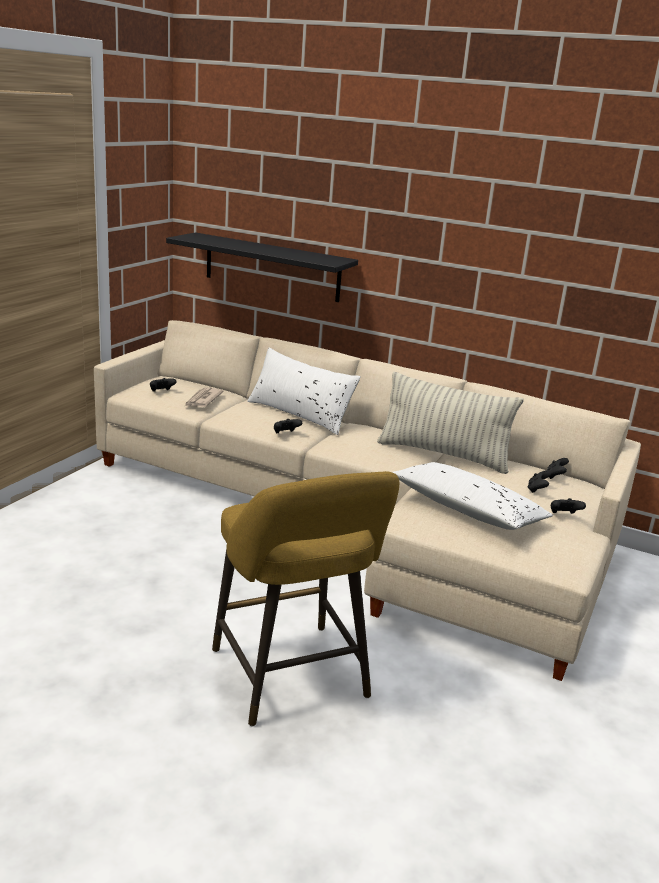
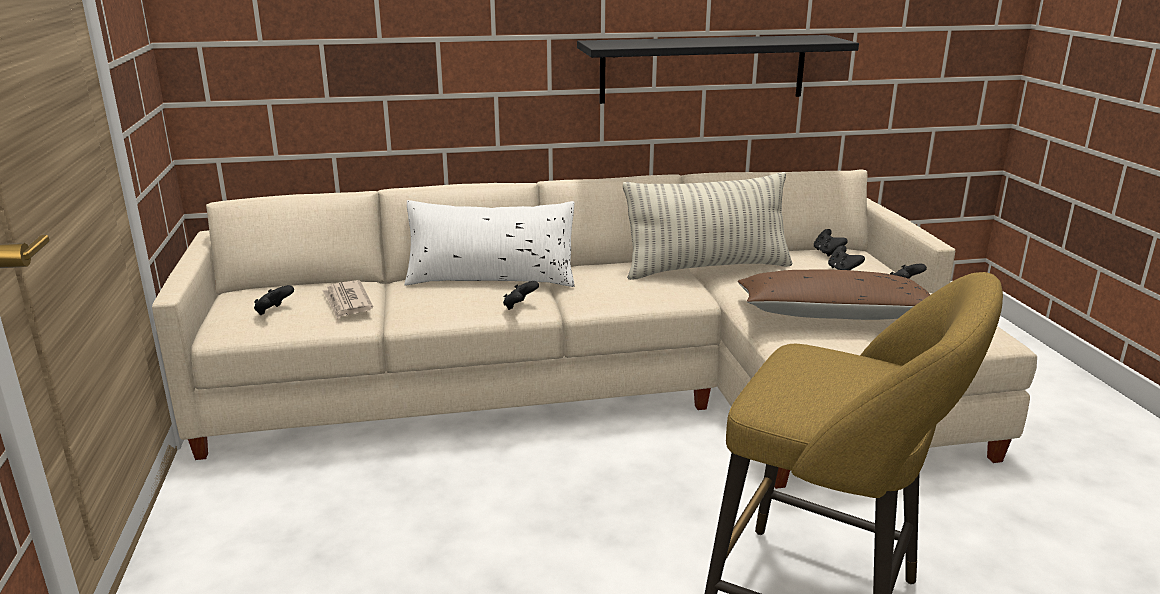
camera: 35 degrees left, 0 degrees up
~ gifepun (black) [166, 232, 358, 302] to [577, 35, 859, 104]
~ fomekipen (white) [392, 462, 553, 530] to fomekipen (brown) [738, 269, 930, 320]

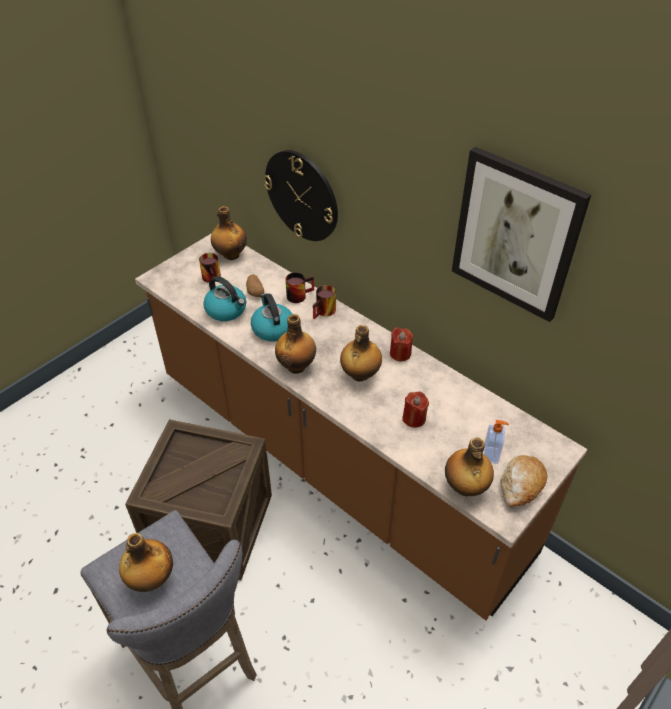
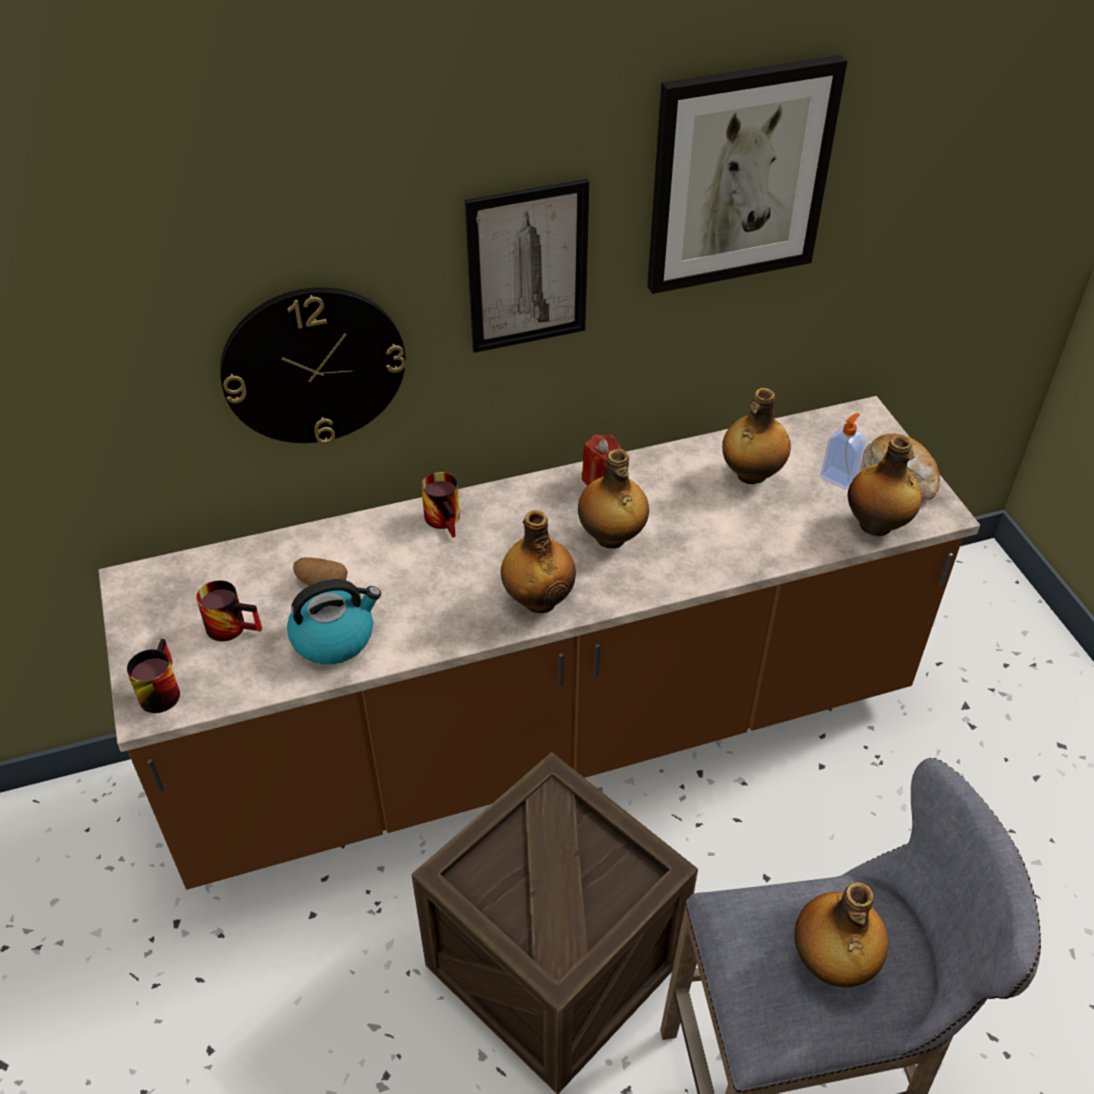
camera: 60 degrees left, 0 degrees up
- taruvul [251, 293, 292, 341]
- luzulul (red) [402, 391, 429, 428]
+ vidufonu [465, 179, 589, 353]
~ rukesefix [211, 206, 247, 260] to [722, 388, 791, 484]
~ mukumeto [286, 272, 314, 303] to [127, 639, 180, 713]

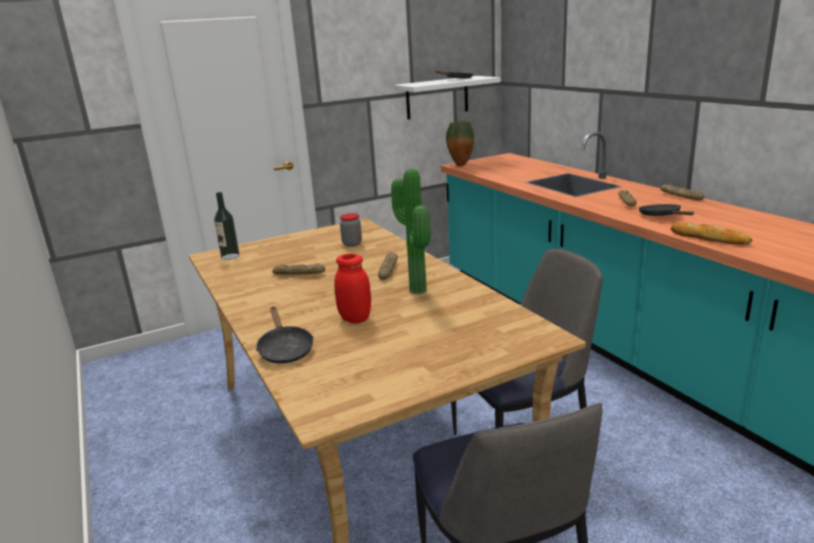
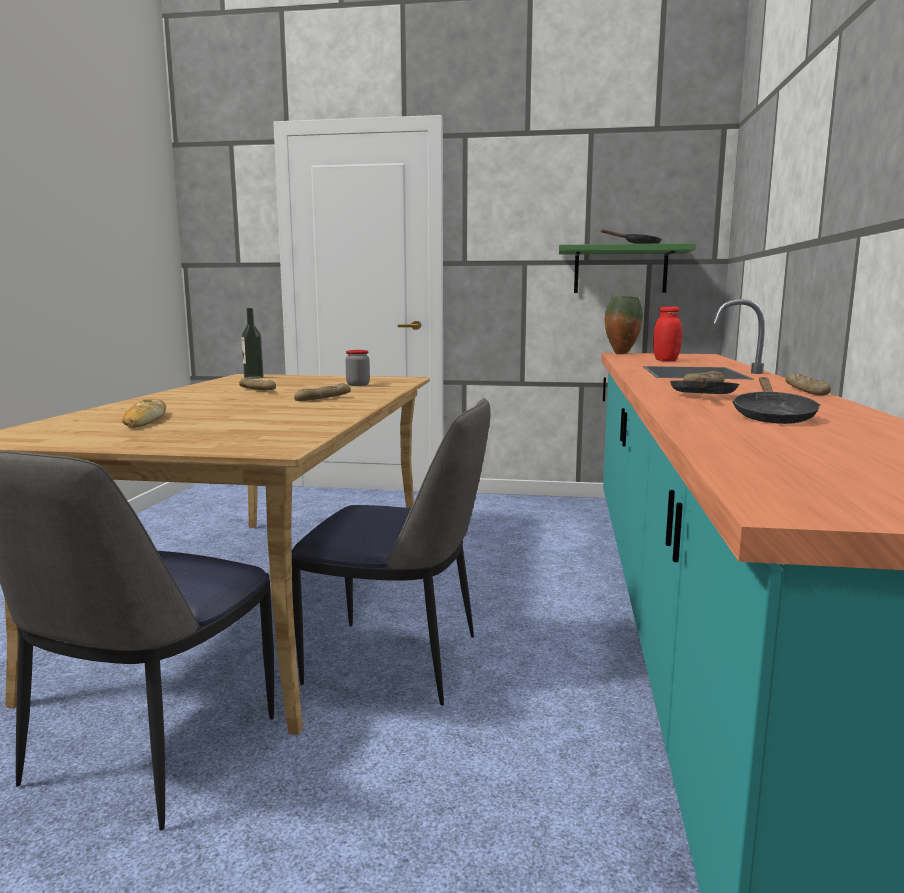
camera: 35 degrees right, 10 degrees down
- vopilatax [391, 169, 431, 294]
~ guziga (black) [256, 306, 314, 364] to [732, 377, 821, 424]
~ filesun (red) [334, 254, 371, 323] to [653, 306, 682, 361]
~ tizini [671, 222, 752, 245] to [122, 398, 166, 427]
~ gifepun (white) [394, 76, 501, 120] to gifepun (green) [559, 243, 696, 293]

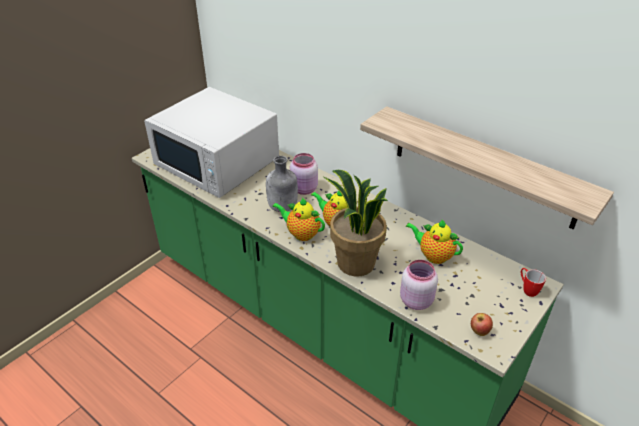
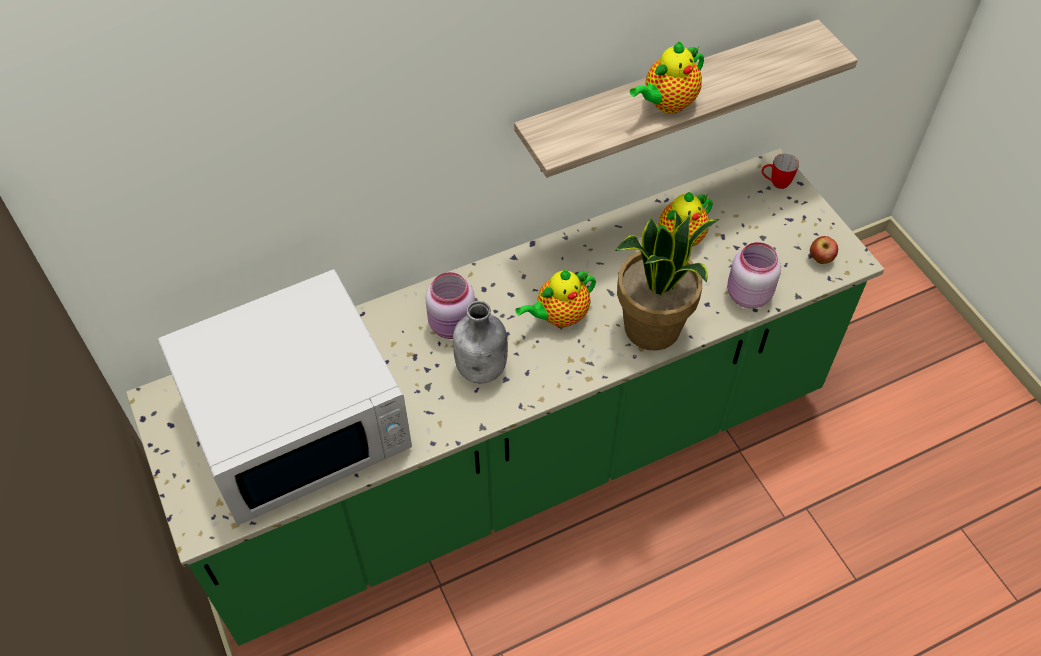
camera: 65 degrees left, 15 degrees up
~ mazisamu [272, 198, 325, 241] to [630, 41, 704, 113]

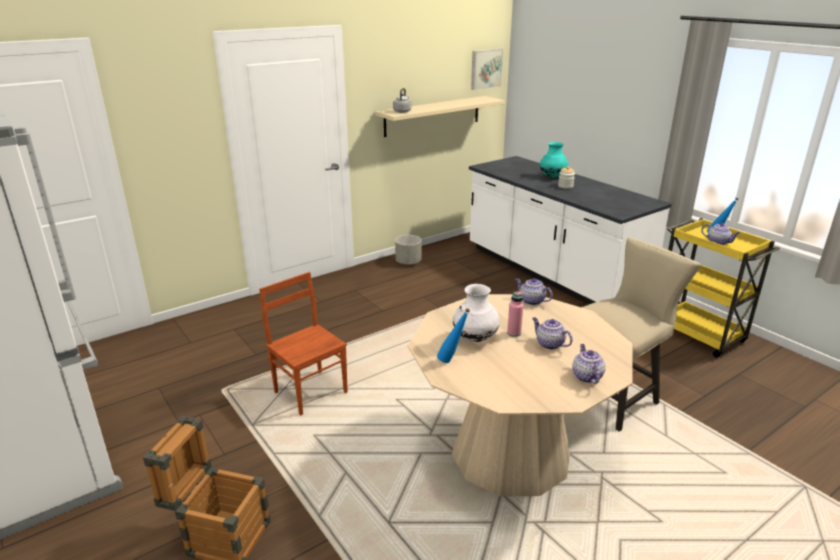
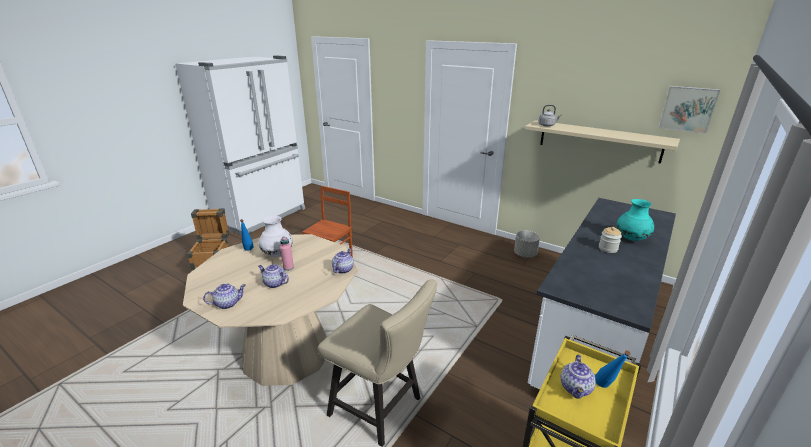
camera: 70 degrees right, 0 degrees up
~ mazisamu [532, 317, 573, 350] = [258, 264, 289, 288] 90 degrees counterclockwise

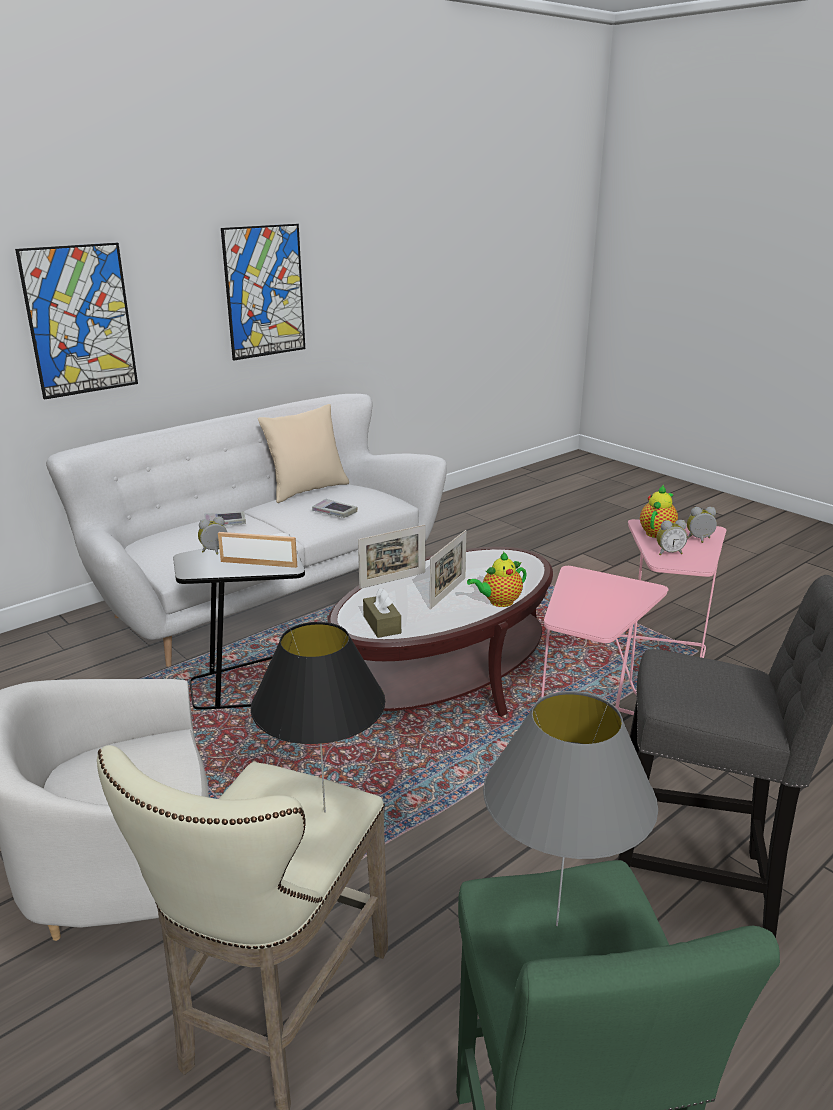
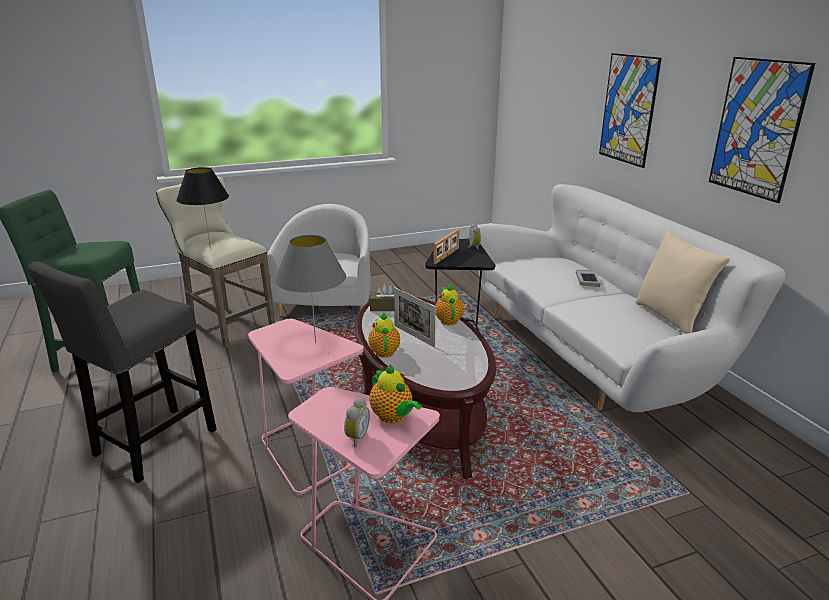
camera: 110 degrees right, 0 degrees up
- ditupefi [312, 499, 357, 518]
- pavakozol [657, 520, 687, 555]
~ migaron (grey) [483, 691, 658, 926] to [274, 235, 346, 343]
~ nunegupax [358, 524, 425, 589] to mazisamu [435, 284, 464, 326]

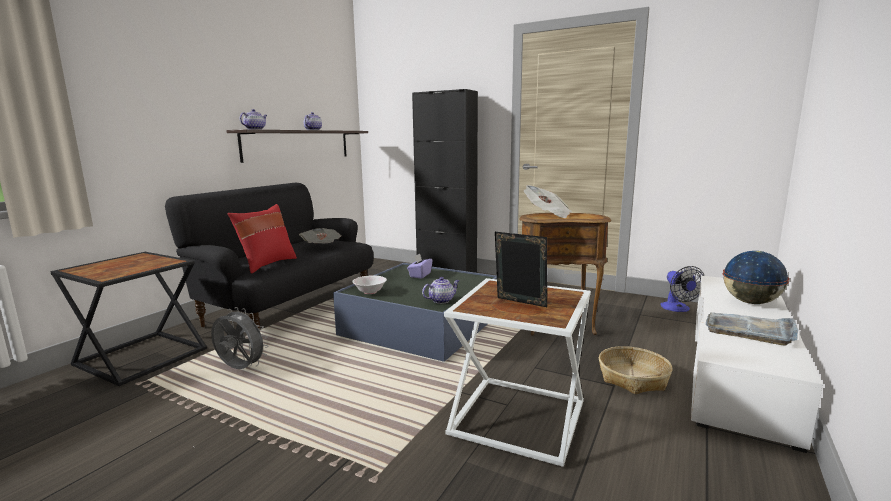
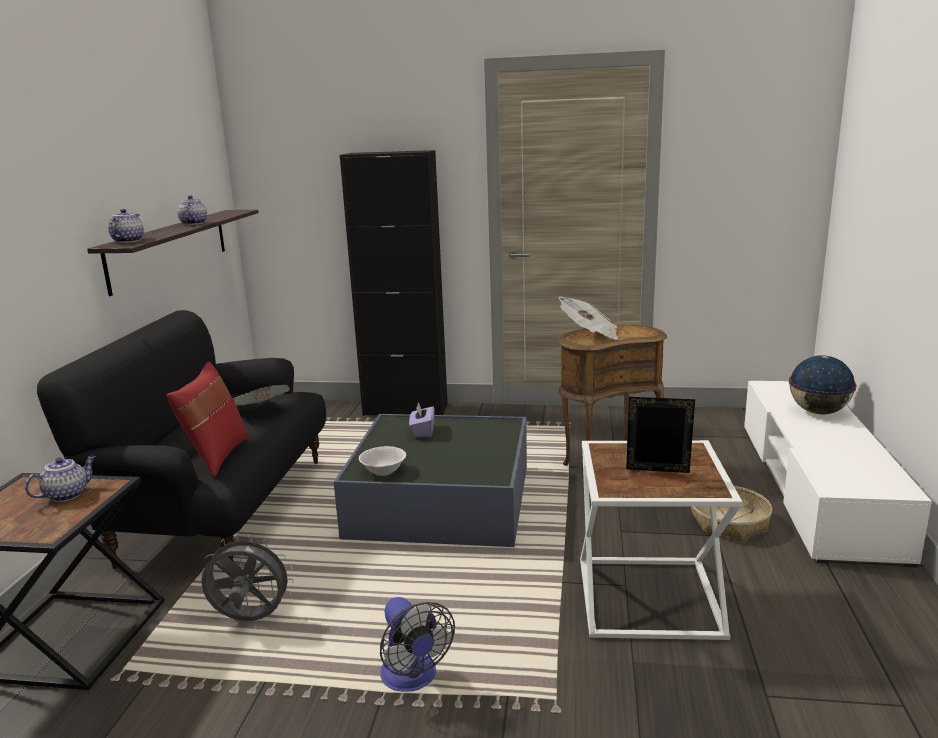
camera: 20 degrees left, 5 degrees up
- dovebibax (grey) [706, 312, 798, 346]
~ mazisamu [422, 277, 460, 304] to [25, 456, 96, 502]
~ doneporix [660, 266, 705, 312] to [380, 597, 455, 691]

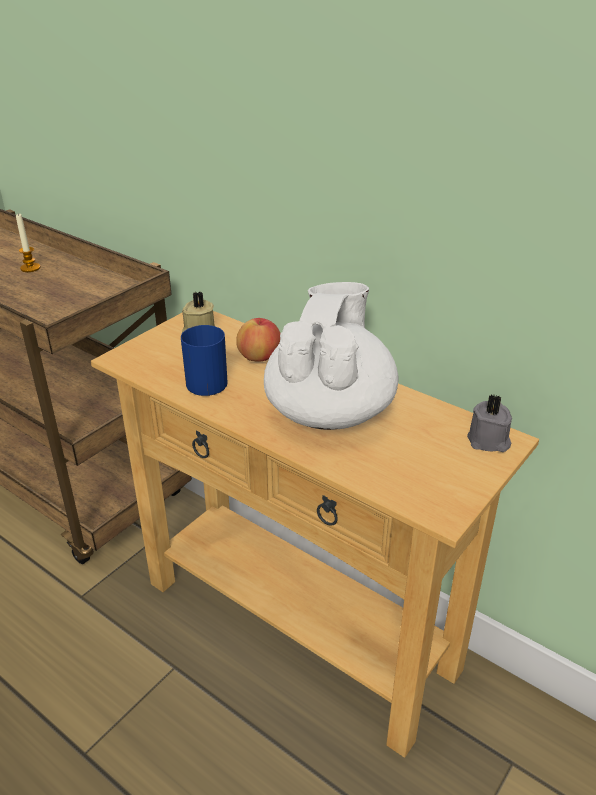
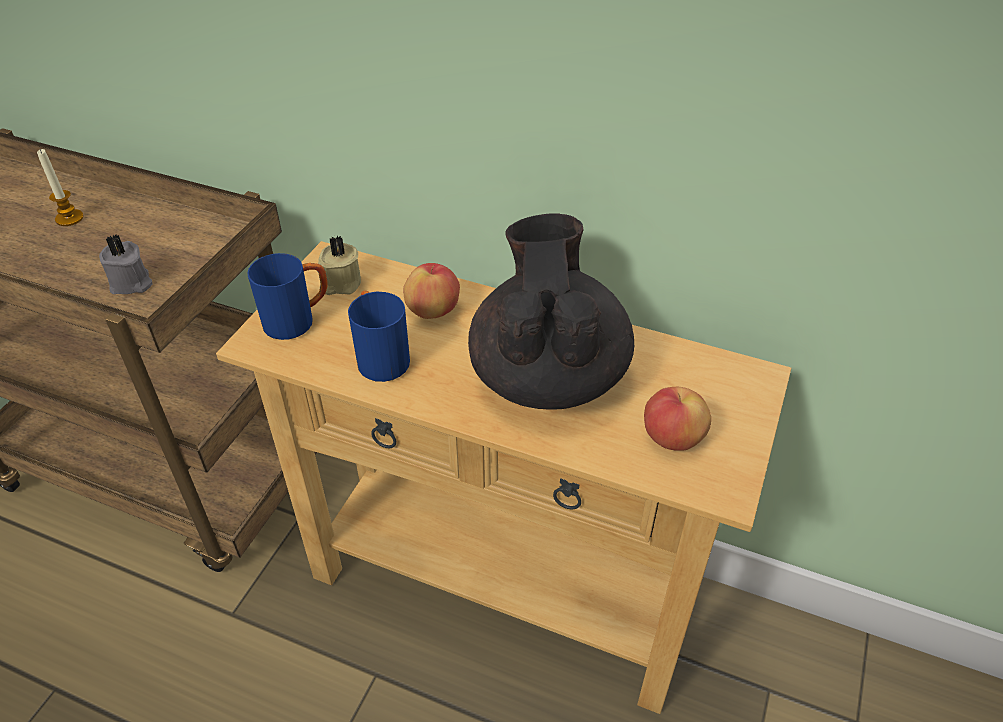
camera: 15 degrees left, 10 degrees up
+ mukumeto (blue) [247, 253, 328, 340]
+ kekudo [644, 387, 711, 451]
~ luzulul (grey) [467, 395, 512, 452] to [99, 234, 152, 294]
~ mazisamu (white) [264, 282, 398, 430] to mazisamu (black) [468, 214, 634, 410]

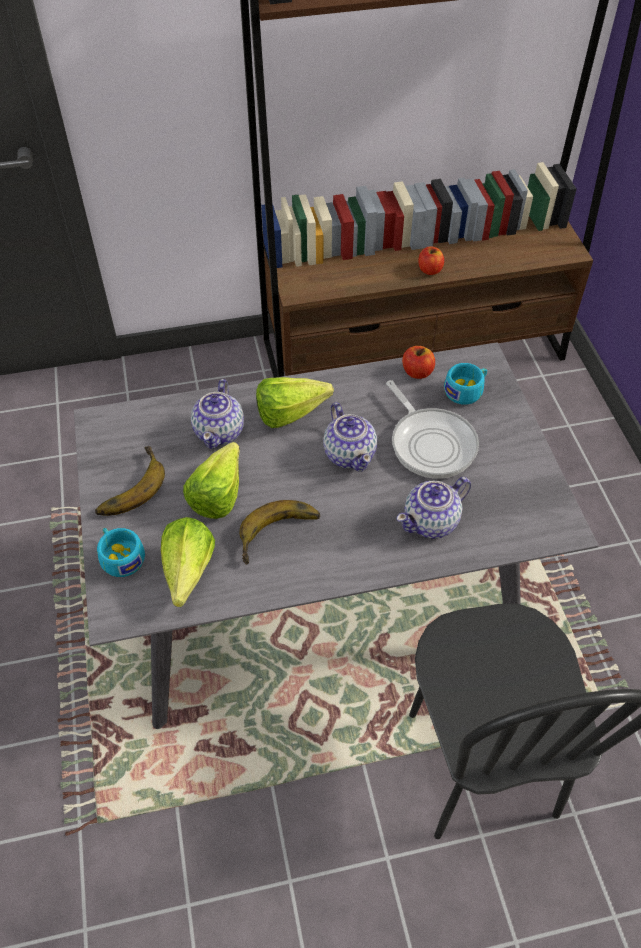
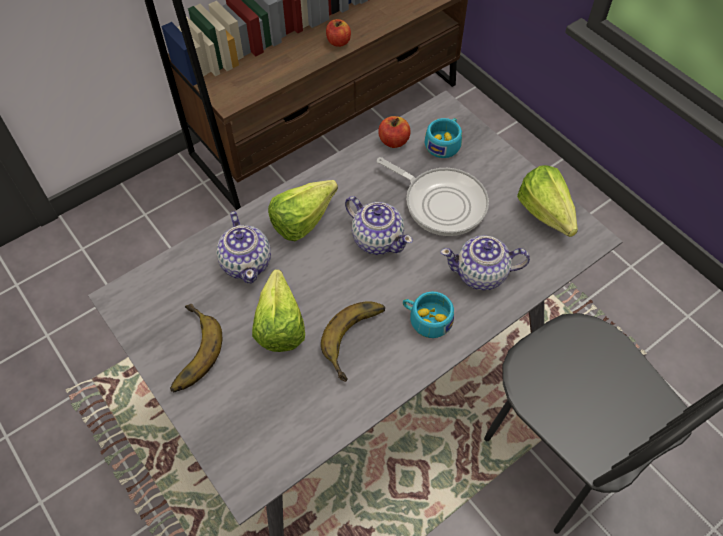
camera: 25 degrees left, 5 degrees up
~ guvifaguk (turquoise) [97, 528, 145, 577] to [403, 291, 454, 338]
~ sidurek [161, 517, 215, 607] to [517, 165, 578, 237]
~ mazisamu [396, 477, 471, 539] = [440, 235, 530, 290] 60 degrees clockwise

